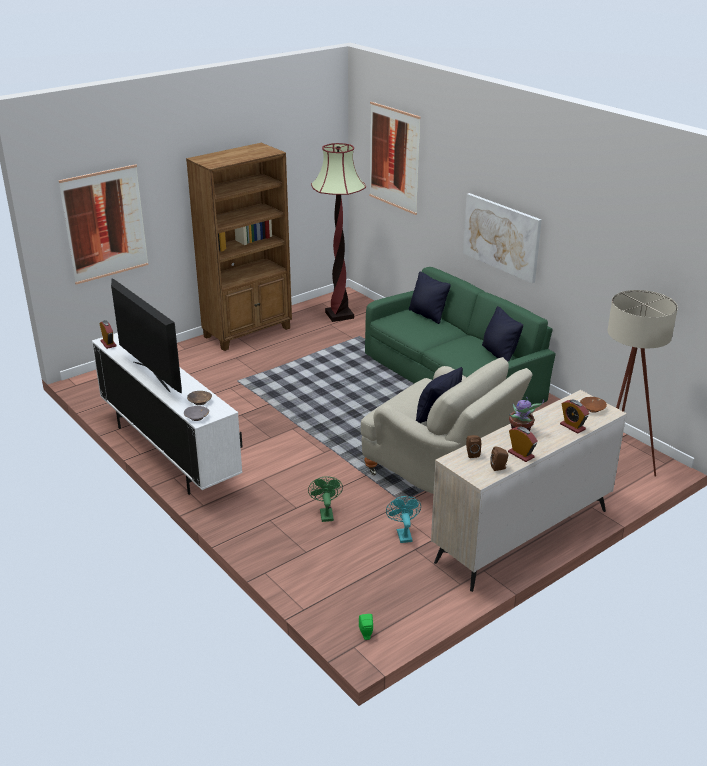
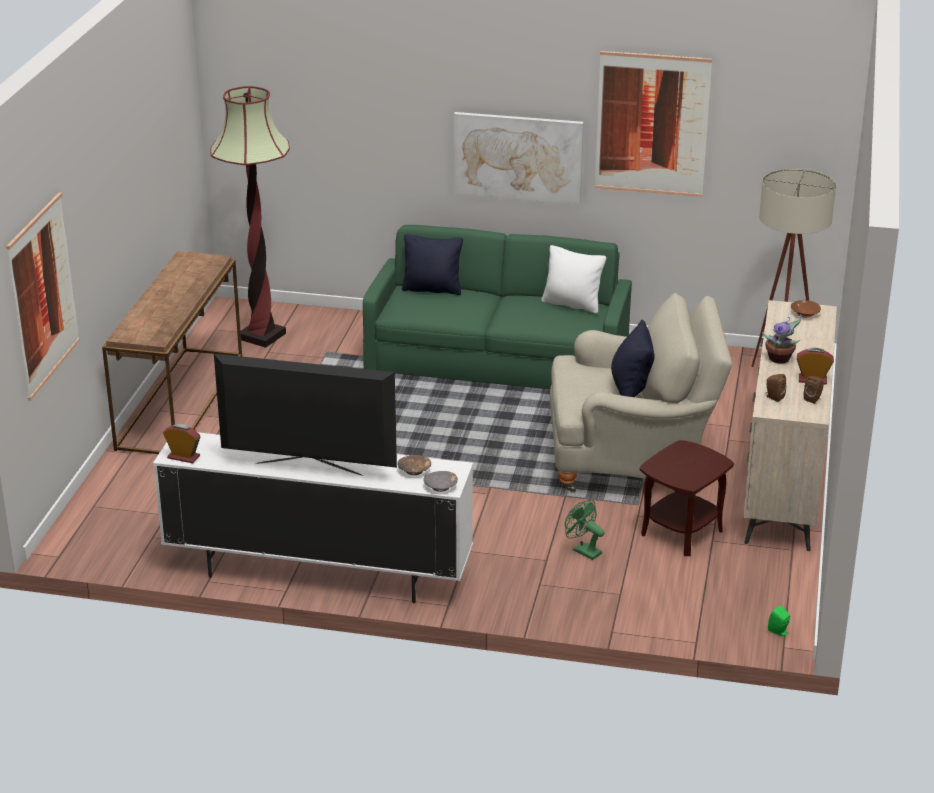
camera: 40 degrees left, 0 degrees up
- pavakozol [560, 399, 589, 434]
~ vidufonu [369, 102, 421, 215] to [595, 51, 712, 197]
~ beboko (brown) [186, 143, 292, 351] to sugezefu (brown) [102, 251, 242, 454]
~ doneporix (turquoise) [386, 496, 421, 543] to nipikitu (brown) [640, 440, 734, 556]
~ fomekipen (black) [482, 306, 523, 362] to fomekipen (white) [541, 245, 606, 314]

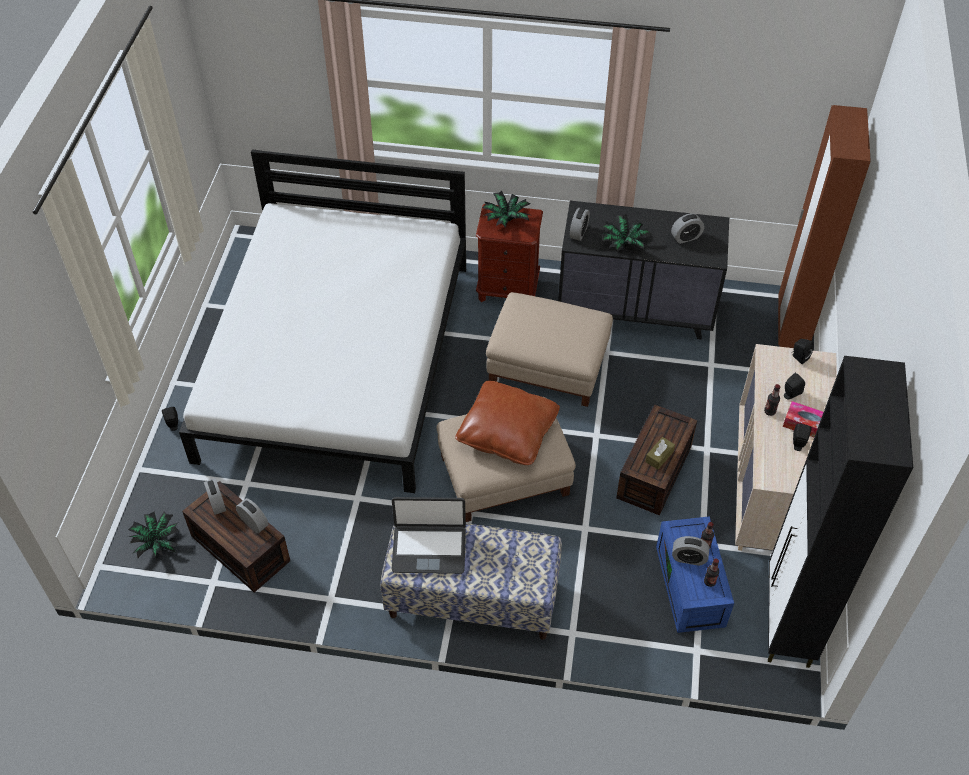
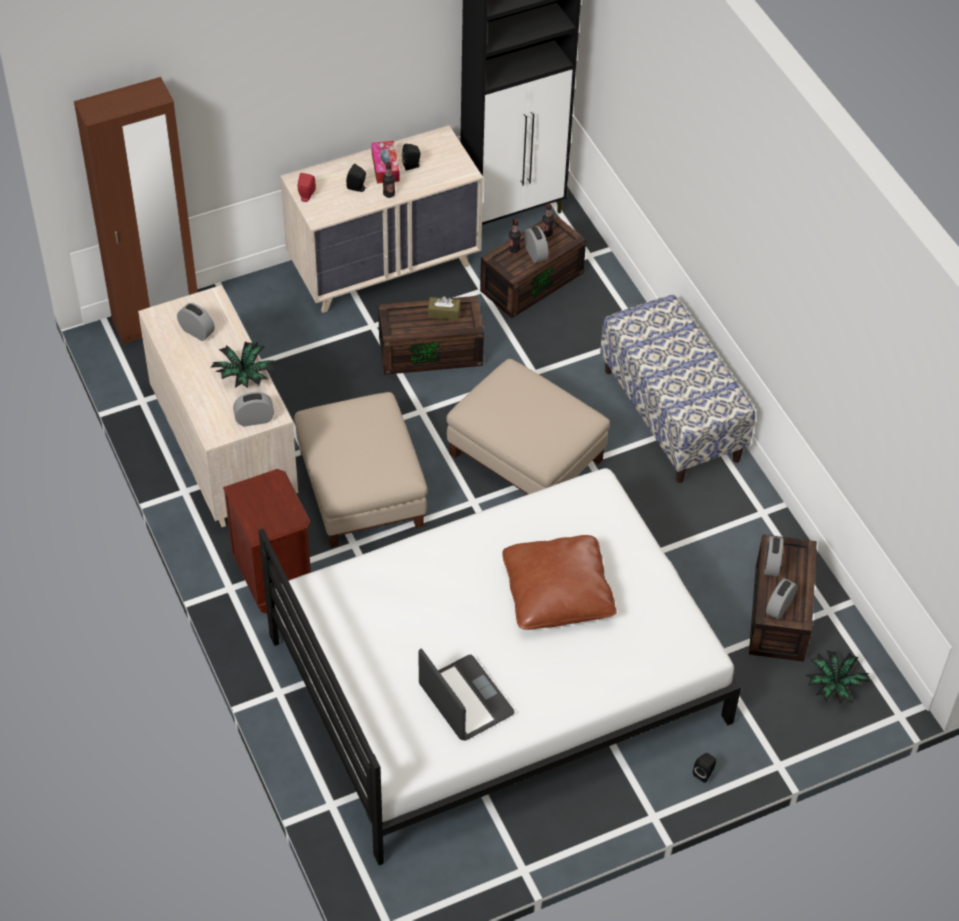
camera: 125 degrees left, 0 degrees up
- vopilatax [482, 191, 530, 227]
~ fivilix [392, 497, 466, 574] to [419, 649, 515, 741]
~ fomekipen (brown) [455, 381, 560, 465] to [502, 535, 617, 630]
~ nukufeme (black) [558, 201, 729, 340] to nukufeme (beige) [138, 285, 298, 527]
~ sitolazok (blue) [656, 516, 734, 633] to sitolazok (brown) [480, 213, 586, 318]
~ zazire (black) [793, 339, 814, 364] to zazire (red) [298, 173, 316, 202]

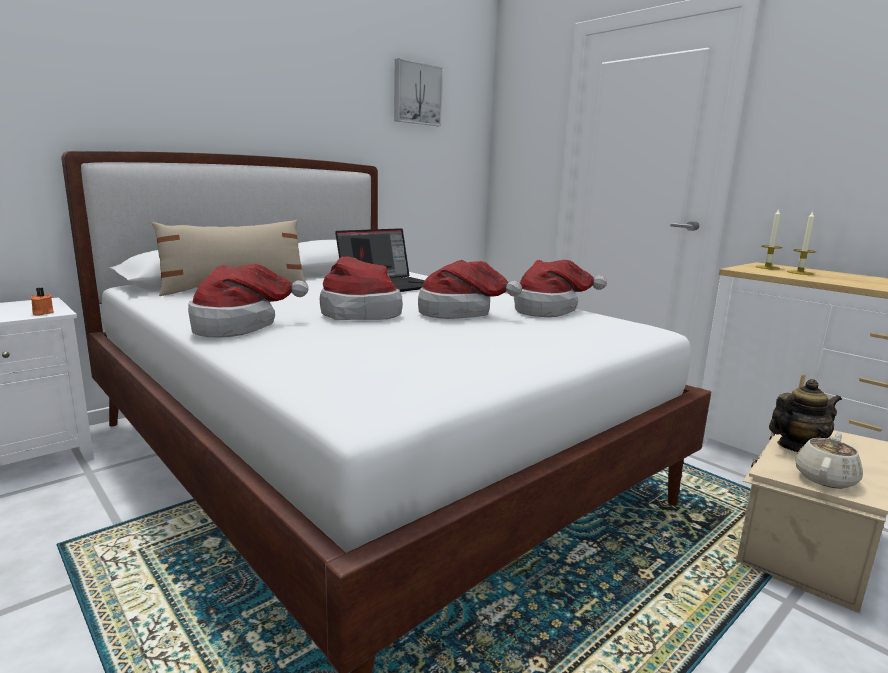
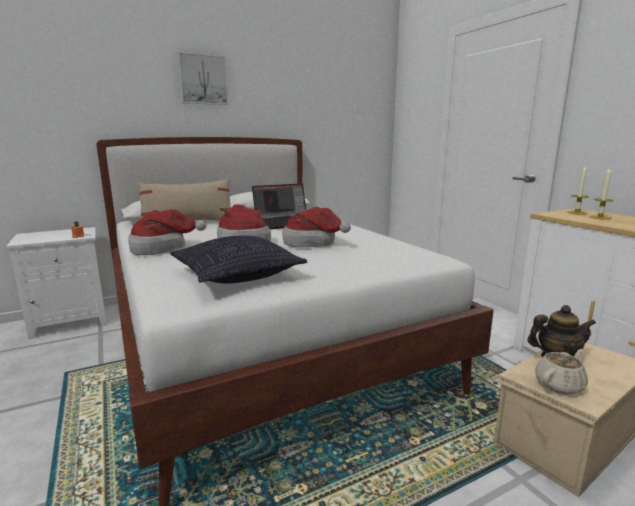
camera: 15 degrees right, 0 degrees up
- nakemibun [514, 260, 607, 317]
+ fomekipen [170, 236, 307, 284]
~ vidufonu [394, 58, 443, 126] to [178, 52, 229, 105]

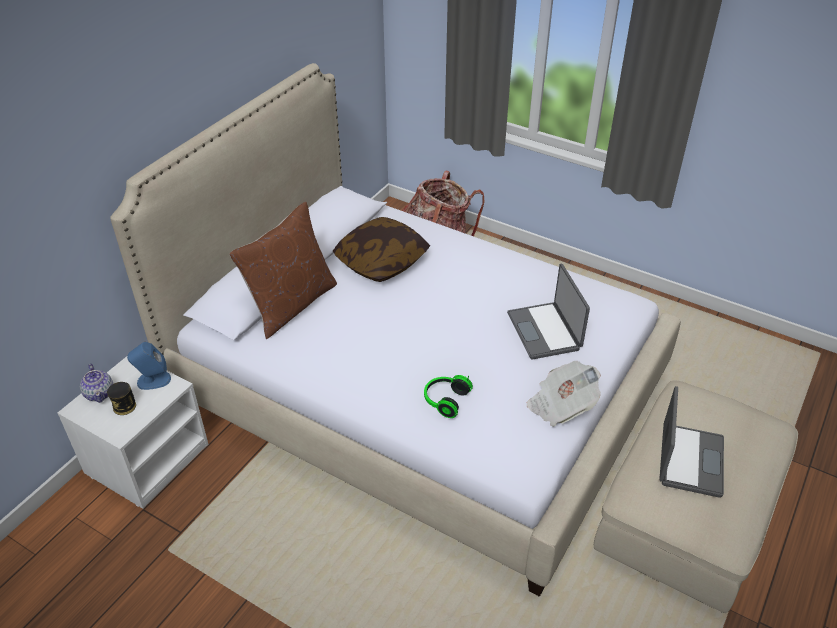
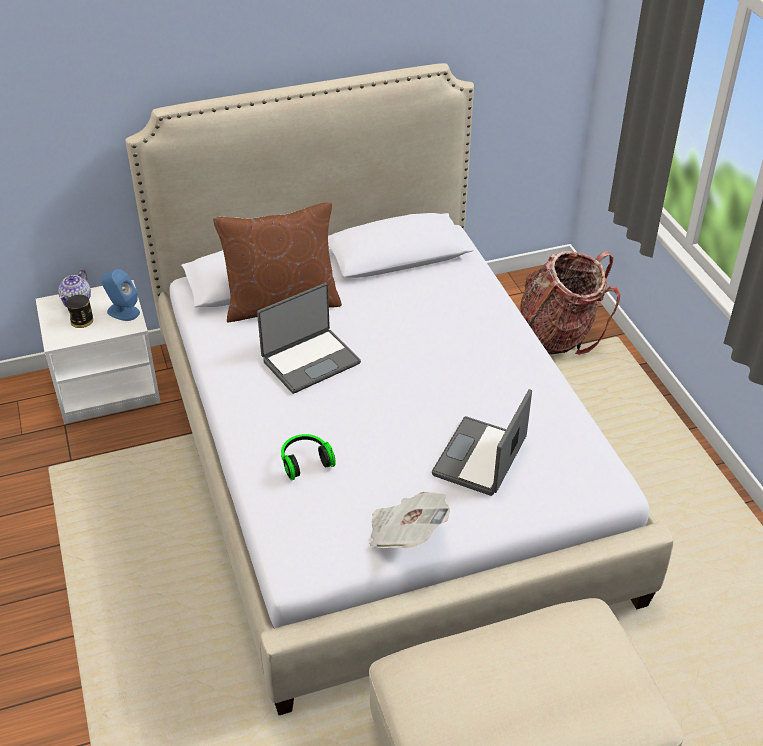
camera: 40 degrees right, 0 degrees up
- fomekipen [333, 217, 430, 282]
~ fivilix [659, 386, 724, 498] to [257, 283, 361, 394]

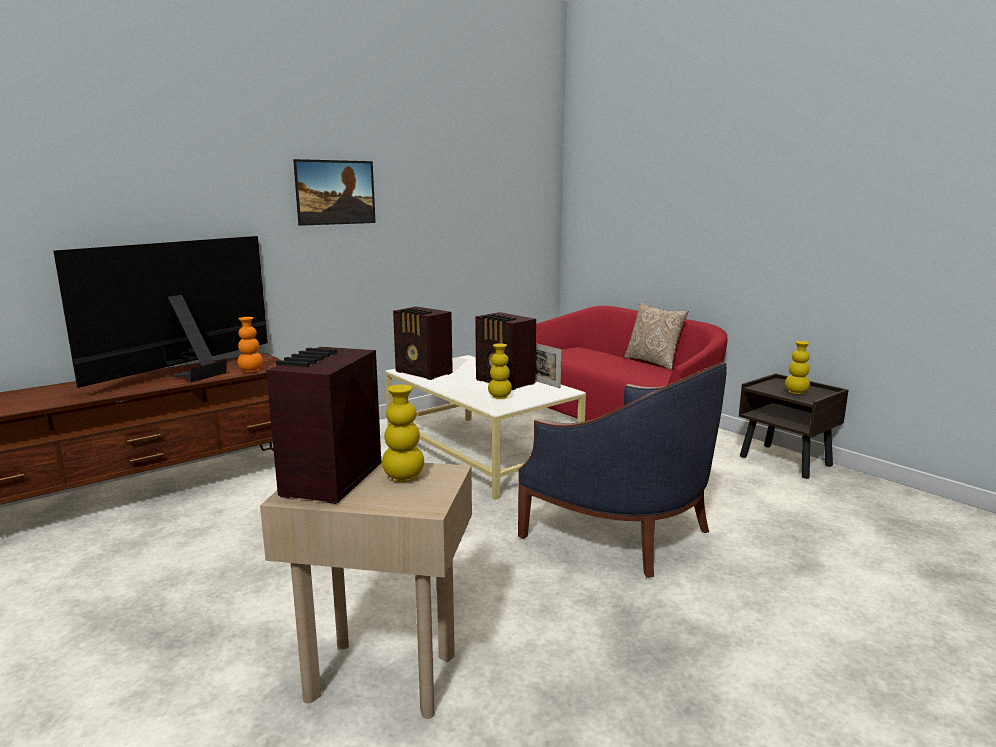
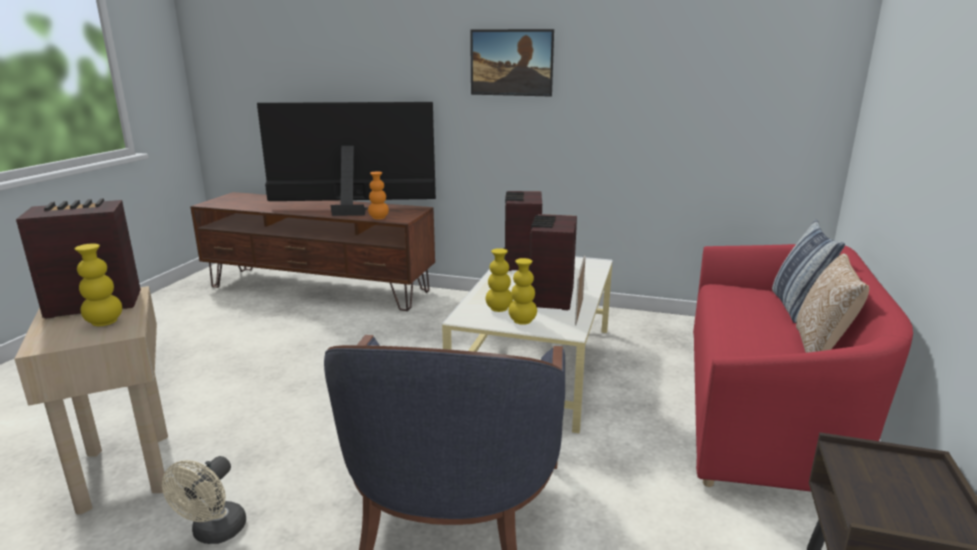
camera: 55 degrees right, 5 degrees up
+ doneporix (beige) [162, 456, 246, 544]
+ fomekipen [772, 219, 845, 323]
~ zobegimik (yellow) [785, 341, 810, 394] to [508, 258, 537, 325]

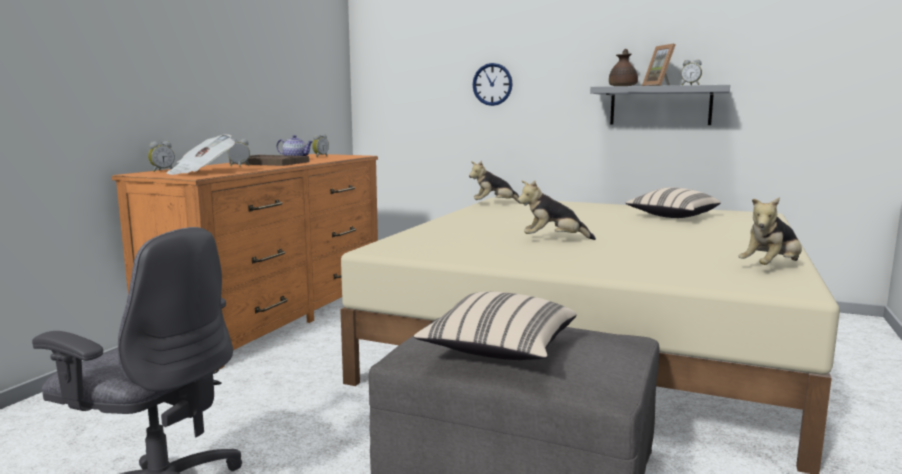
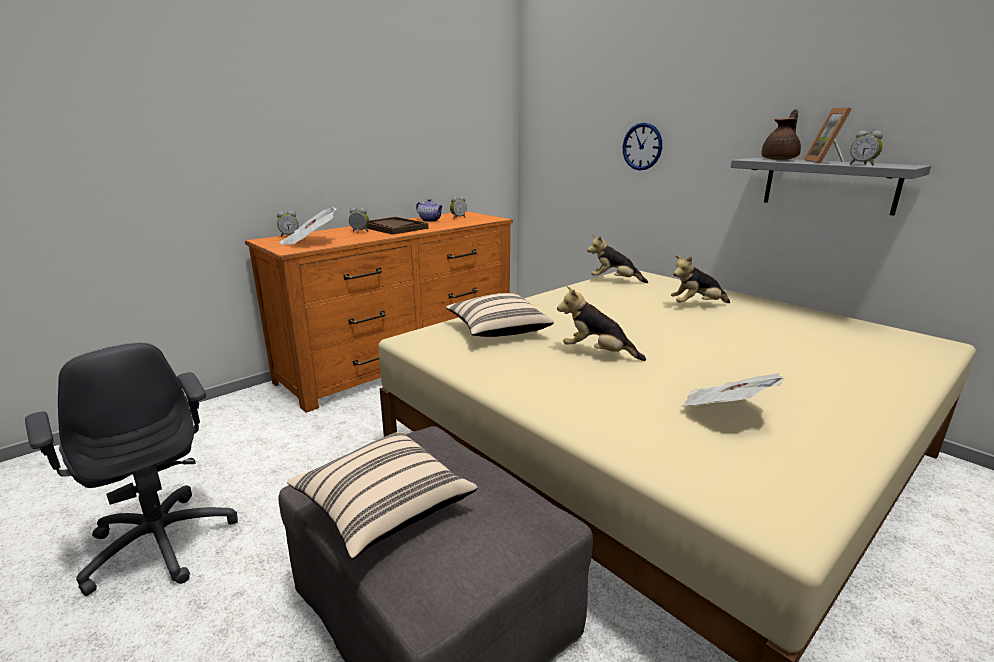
camera: 25 degrees right, 10 degrees up
+ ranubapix [681, 373, 784, 407]
~ fomekipen (beige) [626, 187, 721, 218] to [446, 293, 554, 337]
~ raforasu [738, 197, 802, 265] to [671, 255, 730, 303]

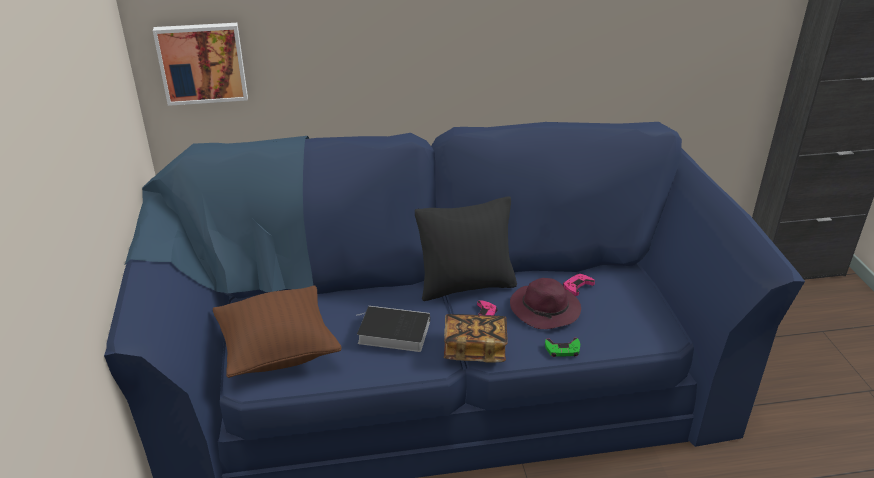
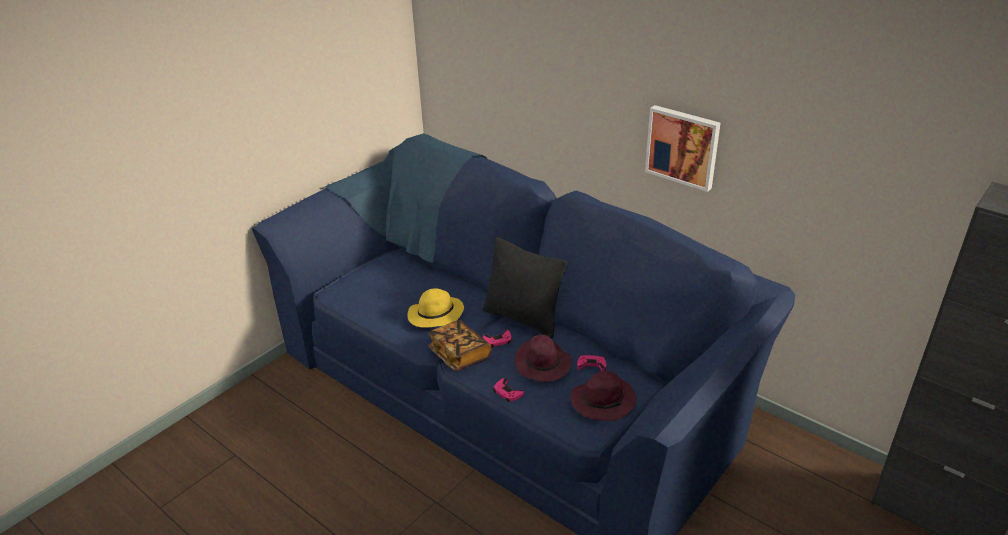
camera: 50 degrees right, 0 degrees up
- fomekipen (brown) [213, 285, 342, 378]
+ nakemibun (purple) [570, 371, 636, 421]
~ vidufonu [153, 23, 248, 106] to [645, 105, 721, 192]
~ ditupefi [356, 306, 430, 352] to nakemibun (yellow) [407, 288, 464, 328]
~ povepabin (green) [545, 337, 580, 357] to povepabin (pink) [493, 378, 524, 402]

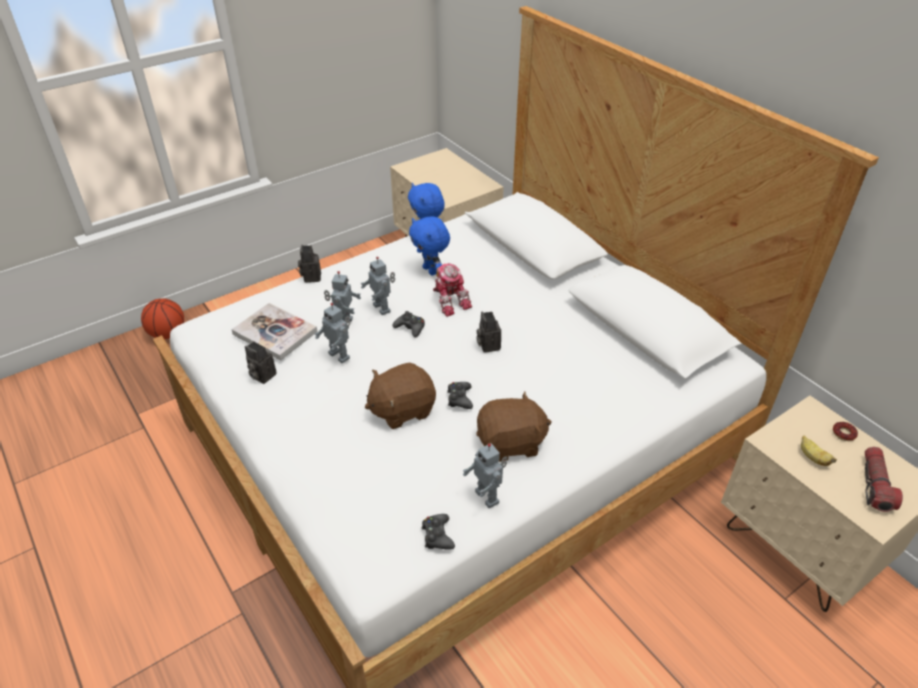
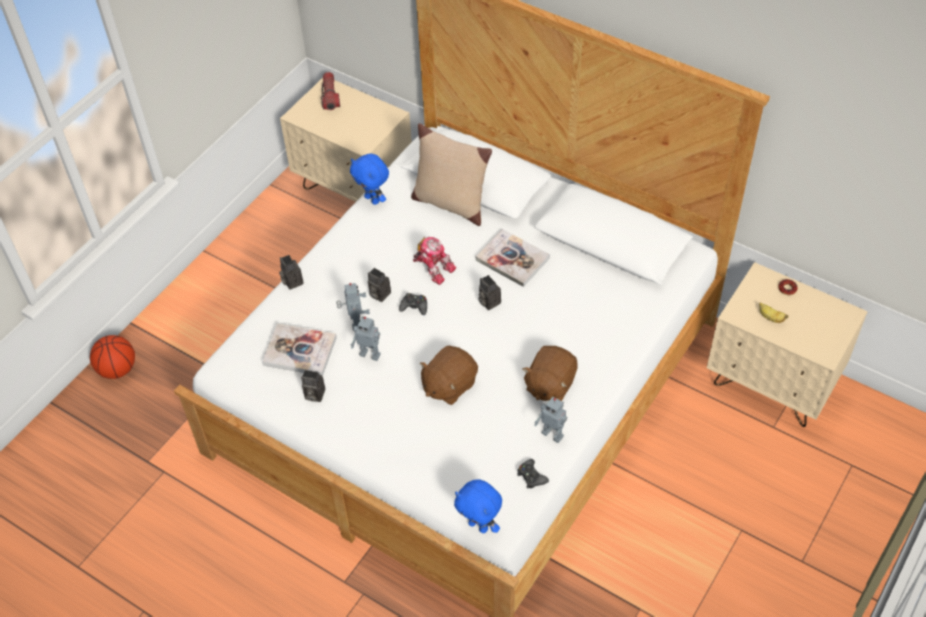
camera: 20 degrees left, 10 degrees up
- povepabin (black) [447, 382, 473, 409]
+ fomekipen (beige) [411, 123, 492, 226]
+ ditupefi [476, 229, 550, 287]
~ raforasu (blue) [409, 216, 450, 275] to [454, 479, 502, 533]
~ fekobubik [865, 447, 903, 512] to [321, 72, 340, 110]
~ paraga [361, 257, 395, 315] to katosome [368, 268, 391, 302]
~ raforasu (brown) [476, 391, 552, 462] = [522, 346, 578, 401] 150 degrees clockwise

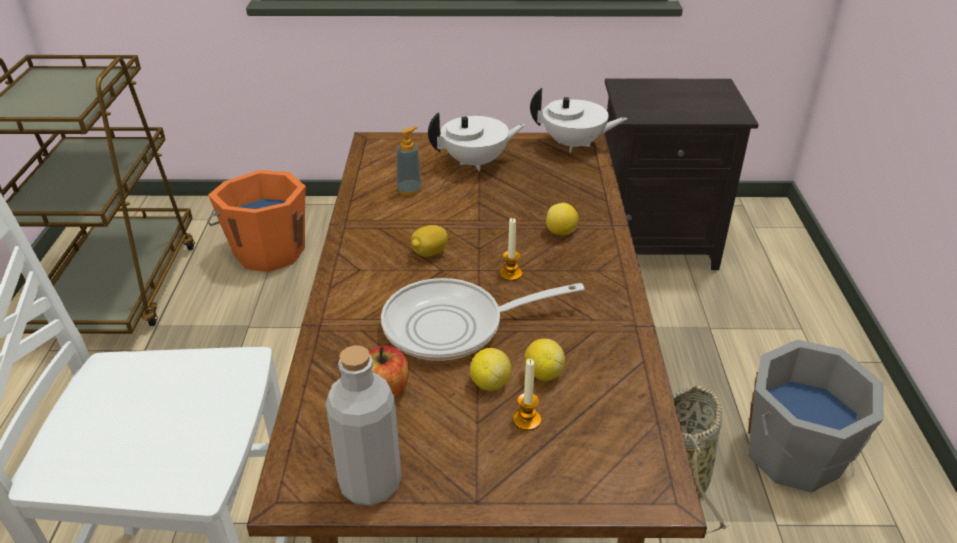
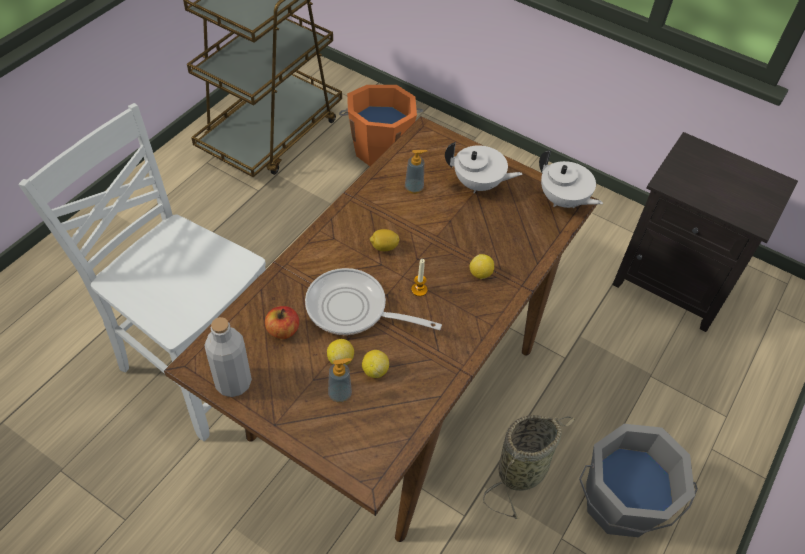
camera: 30 degrees right, 15 degrees up
~ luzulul [513, 359, 541, 431] to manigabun [328, 358, 352, 403]

